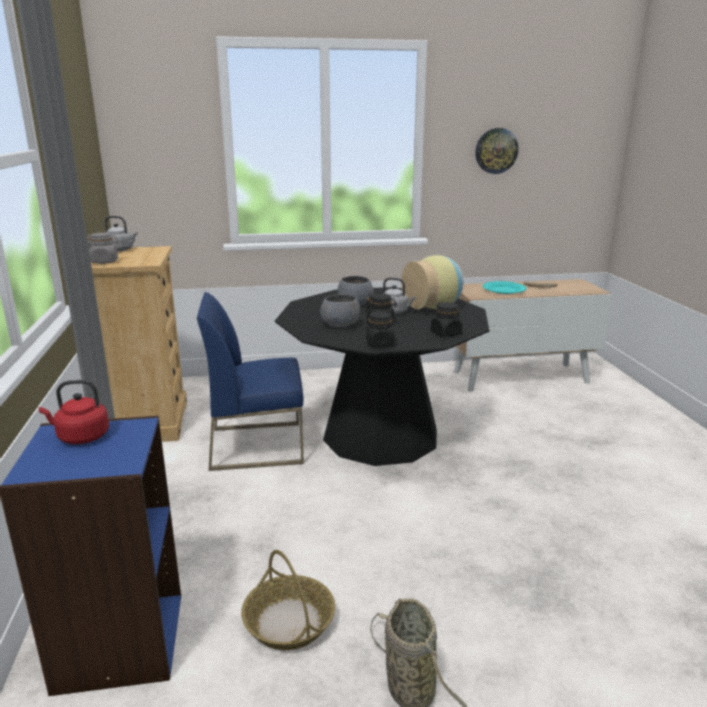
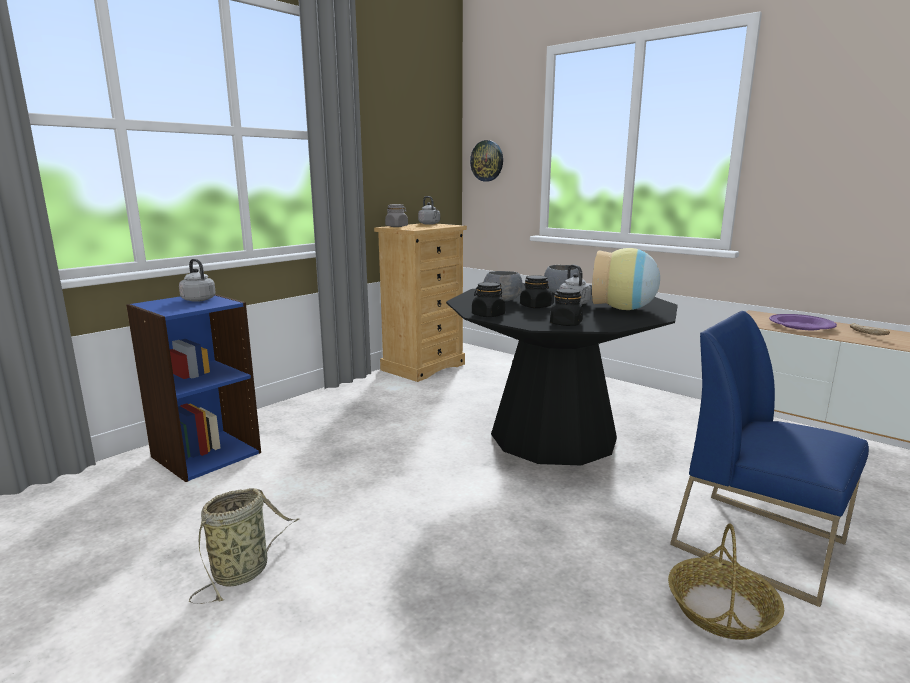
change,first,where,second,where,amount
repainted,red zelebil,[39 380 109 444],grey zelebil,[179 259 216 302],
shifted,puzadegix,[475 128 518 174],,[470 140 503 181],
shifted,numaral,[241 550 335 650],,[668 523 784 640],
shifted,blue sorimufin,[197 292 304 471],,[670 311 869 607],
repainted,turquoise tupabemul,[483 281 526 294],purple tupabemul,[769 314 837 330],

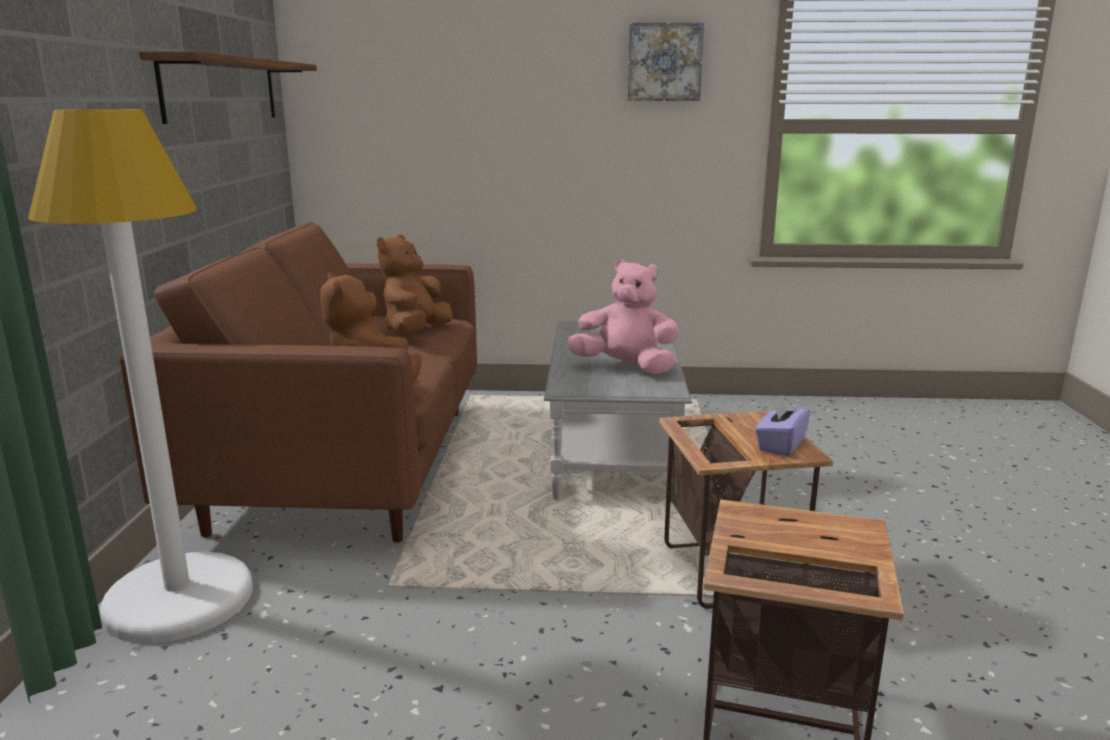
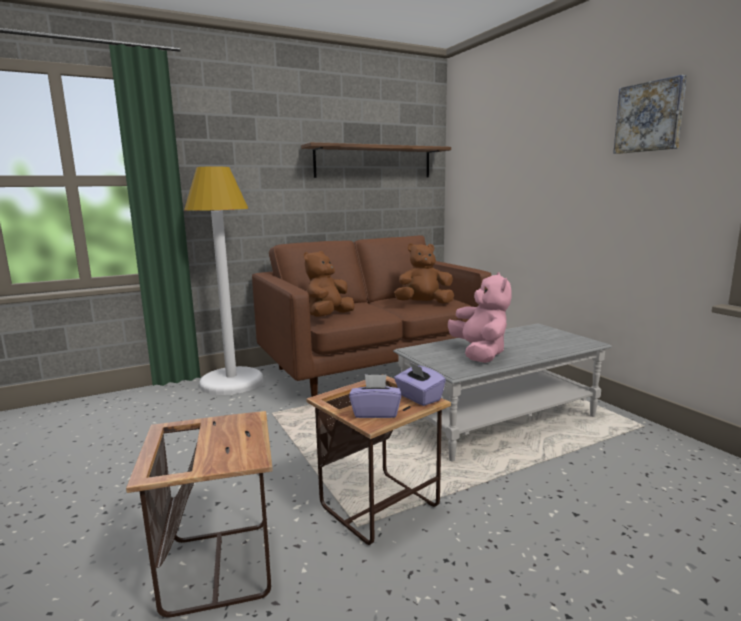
change,first,where,second,where,amount
new,,,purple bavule,[394 361 446 406],

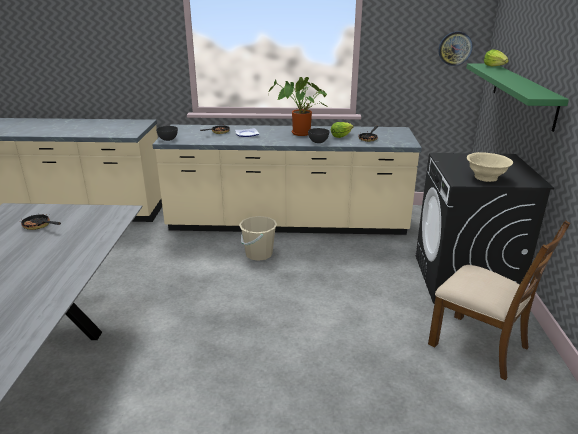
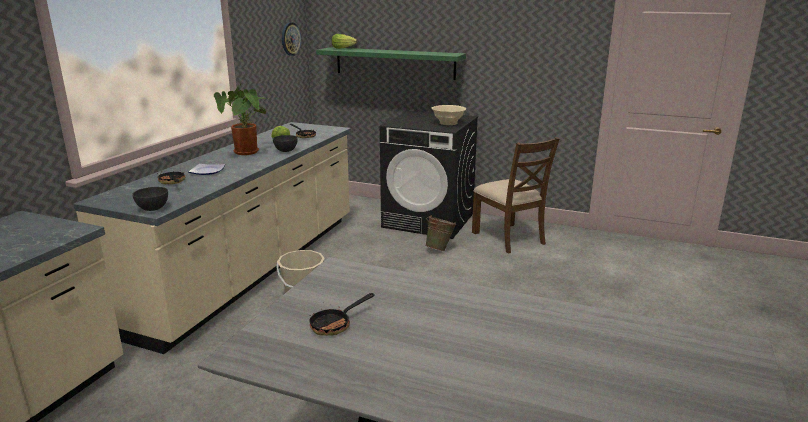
change,first,where,second,where,amount
new,,,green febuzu,[425 215 457 251],
rotated,brown sorimufin,[428 220 571 380],,[472 137 559 253],90 degrees clockwise

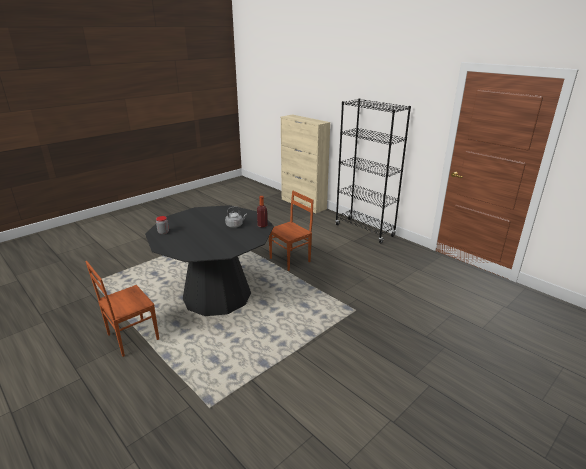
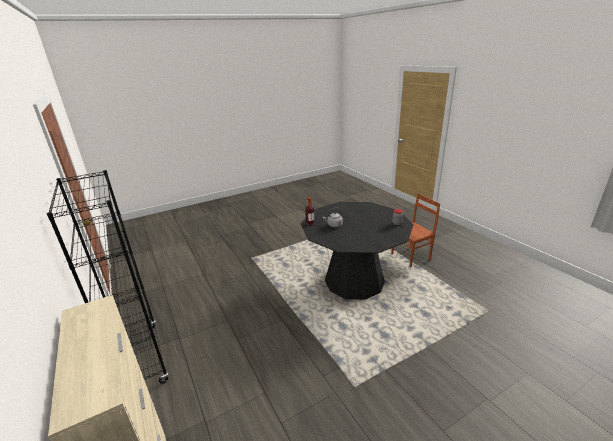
change,first,where,second,where,amount
gone,brown sorimufin,[269 191 314 271],,,

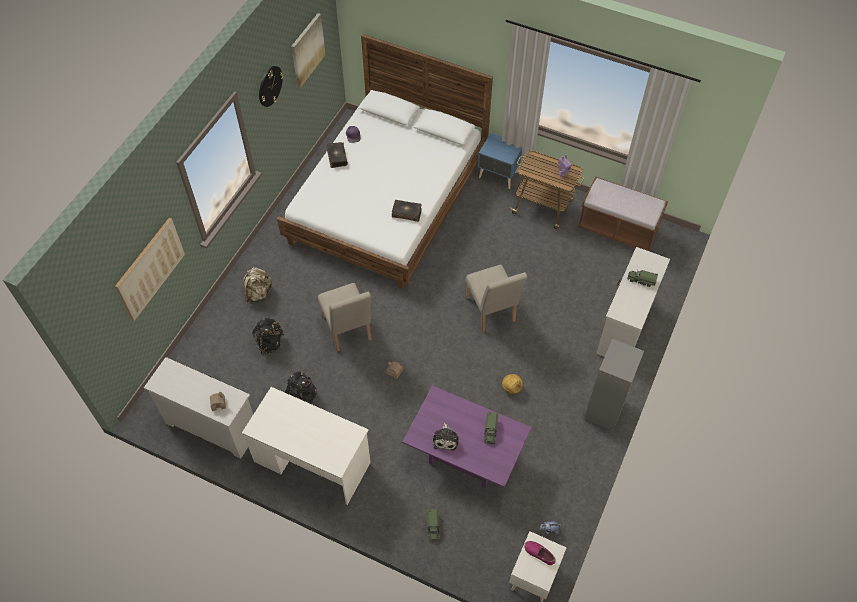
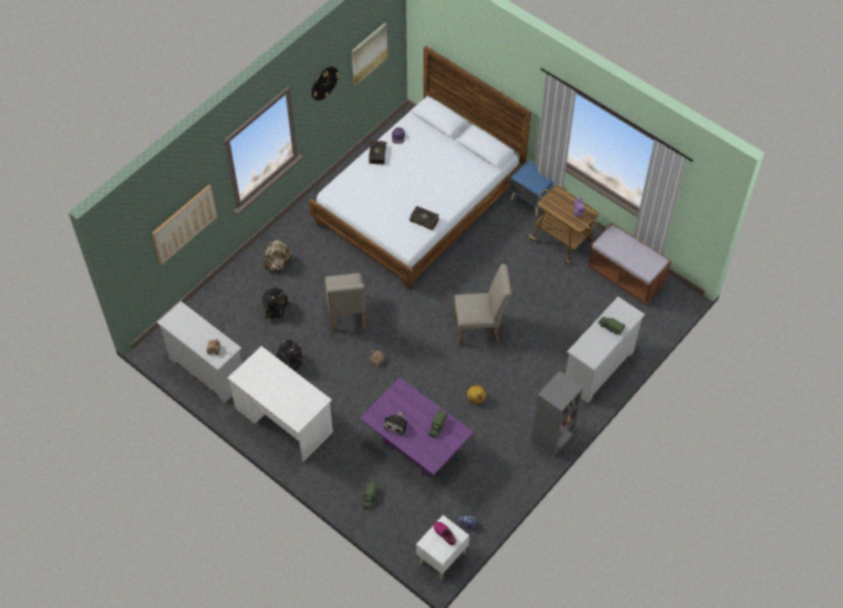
change,first,where,second,where,amount
rotated,beige sorimufin,[466 265 527 332],,[454 264 512 344],90 degrees counterclockwise

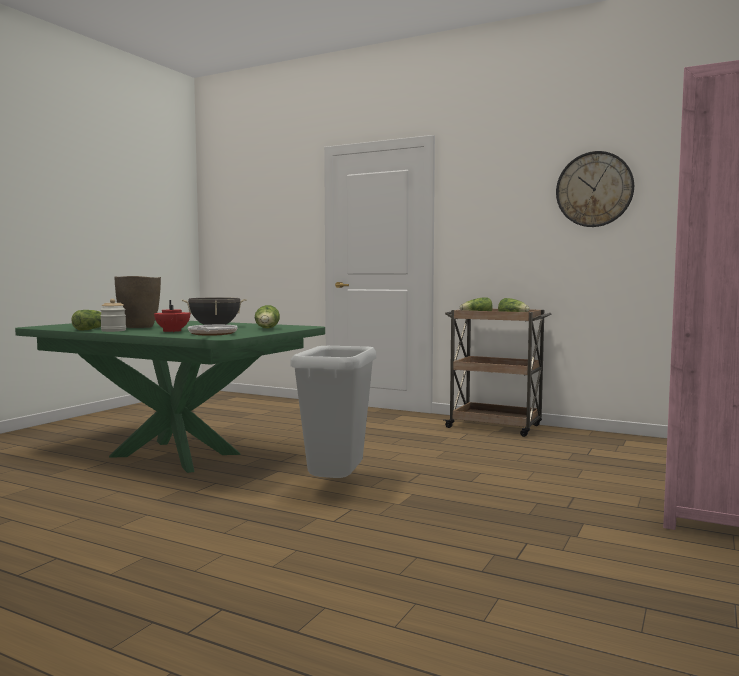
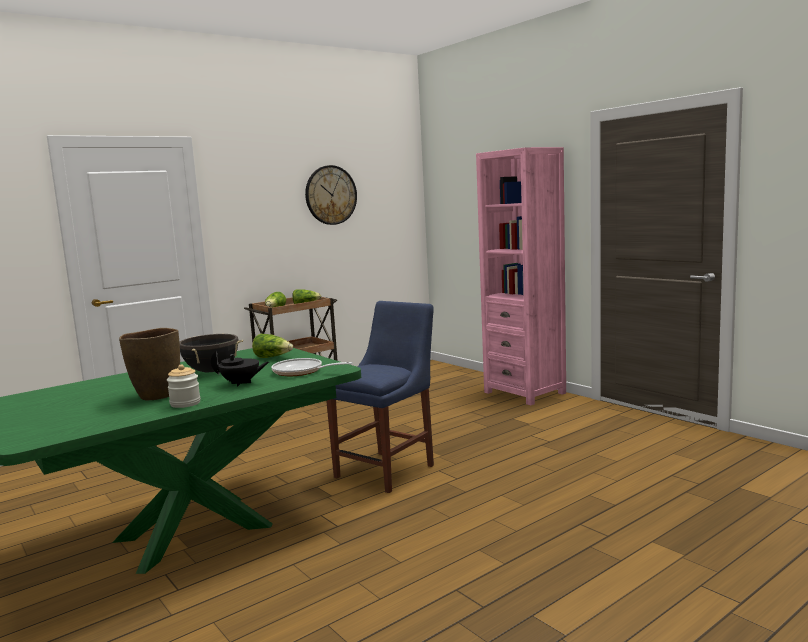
change,first,where,second,where,amount
repainted,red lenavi,[154 300 190 332],black lenavi,[211 350 269 386],
swapped,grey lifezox,[291 346 376 478],blue sorimufin,[326 301 434 493],
gone,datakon,[71 310 101 330],,,

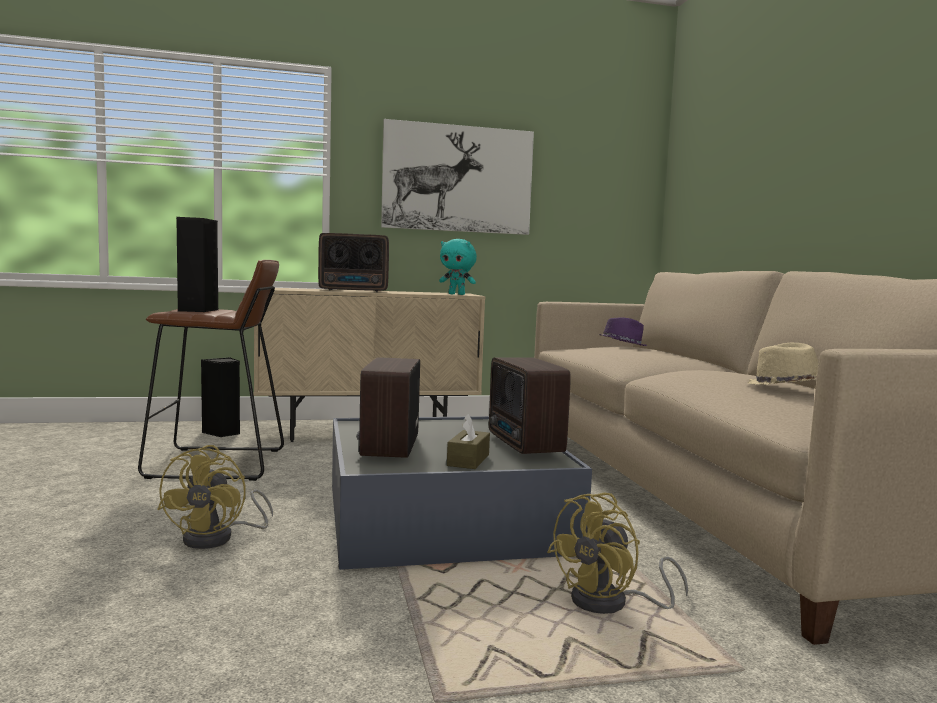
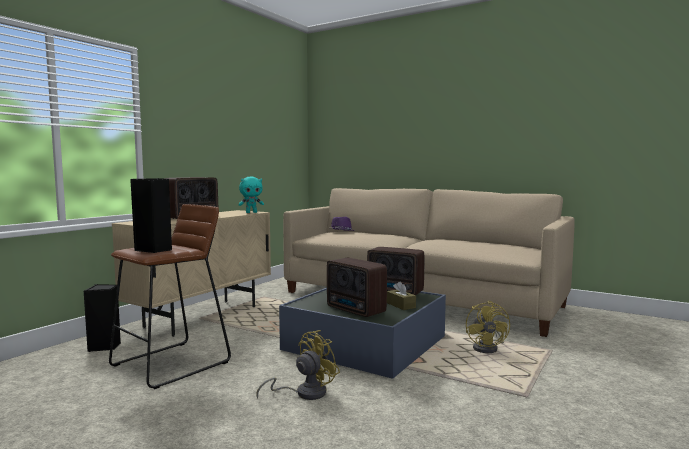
change,first,where,second,where,amount
rotated,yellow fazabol,[157 445 273 549],,[257 330 340 400],90 degrees counterclockwise
gone,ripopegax,[381 119 534 235],,,
gone,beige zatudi,[747 343 819 385],,,

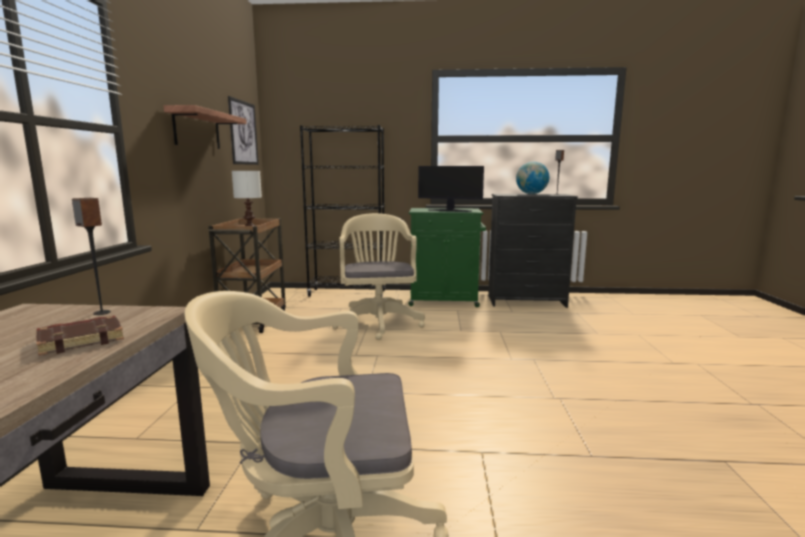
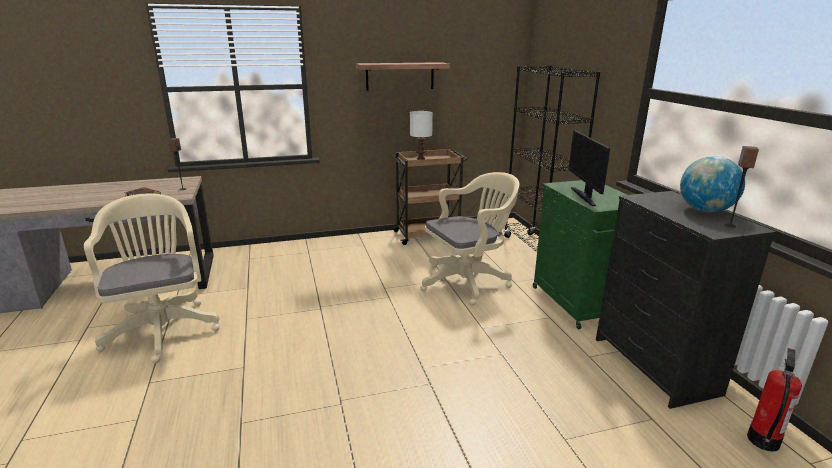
change,first,where,second,where,amount
new,,,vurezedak,[747 348 802 451],
gone,ripopegax,[228 96 259 165],,,

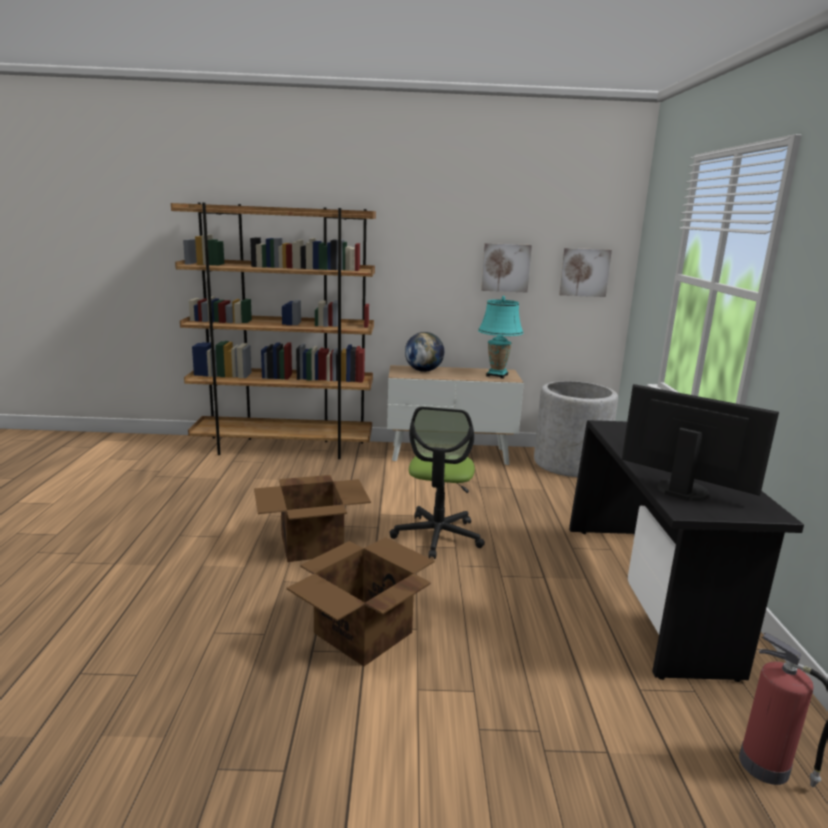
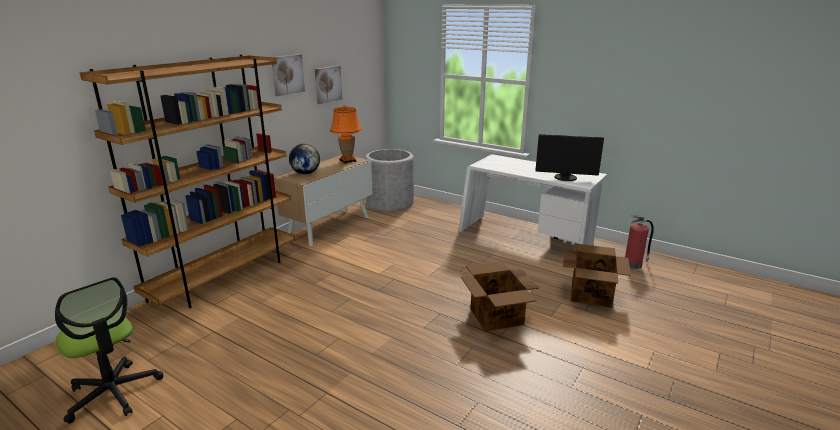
change,first,where,second,where,amount
shifted,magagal,[389 406 485 559],,[55 277 163 424],
shifted,ripopegax,[559 248 612 297],,[272 54 305 96],
repainted,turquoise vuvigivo,[478 296 524 379],orange vuvigivo,[330 105 362 164],
repainted,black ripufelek,[569 420 804 682],white ripufelek,[458 154 607 246],
rotated,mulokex,[622 384 779 501],,[535 134 604 181],150 degrees counterclockwise
shifted,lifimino,[254 475 371 562],,[563 244 631 308],

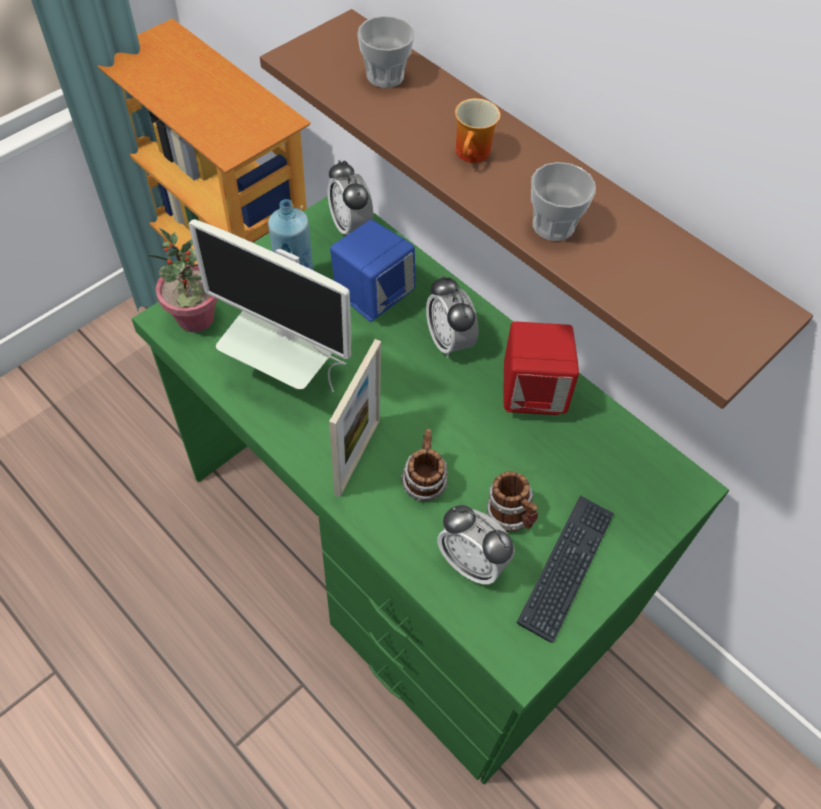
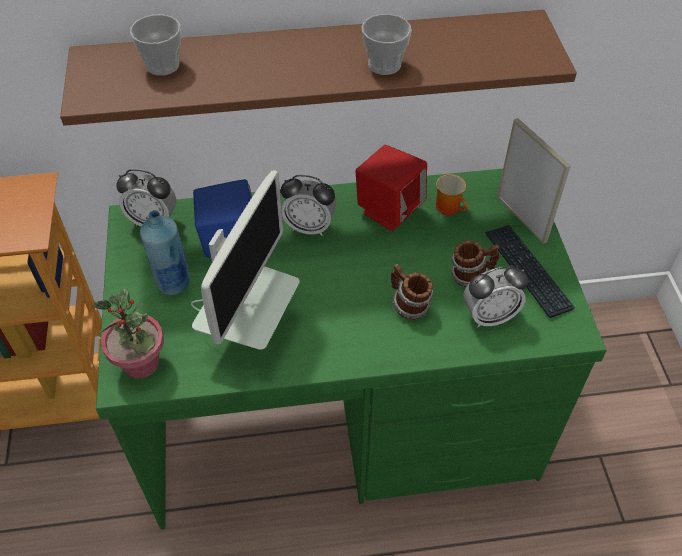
change,first,where,second,where,amount
rotated,mulokex,[189 219 351 392],,[191 170 300 350],45 degrees counterclockwise
shifted,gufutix,[455 98 500 163],,[436 174 467 215],
shifted,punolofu,[329 339 381 497],,[497 118 571 244],

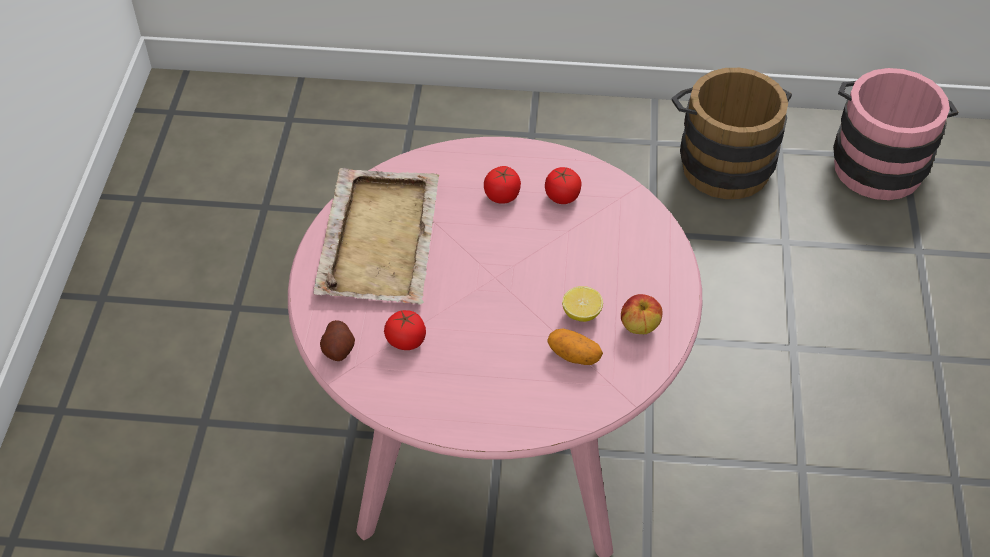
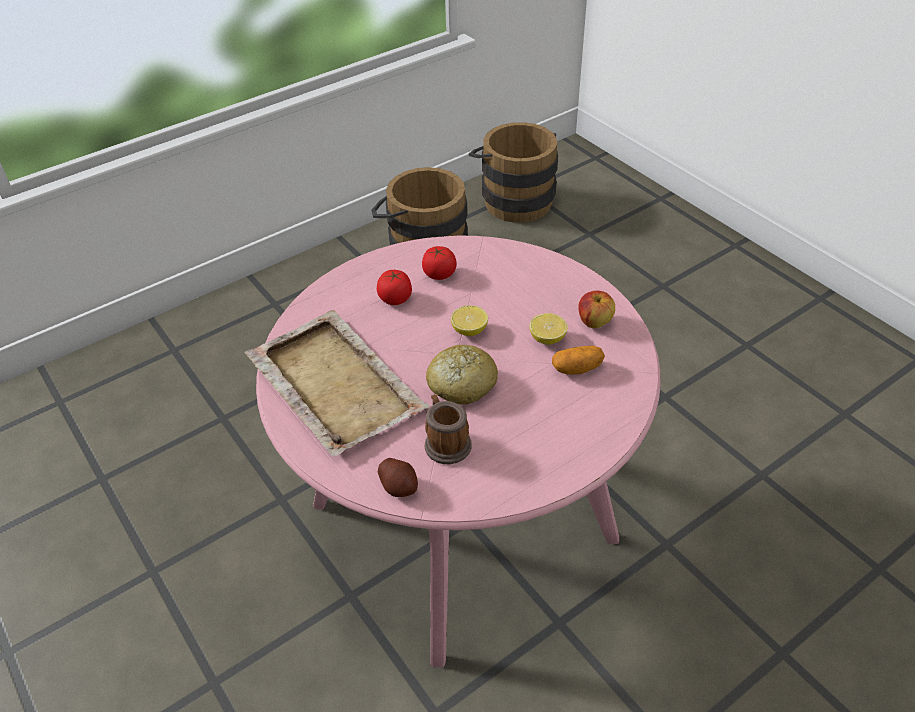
change,first,where,second,where,amount
swapped,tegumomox,[384 310 426 350],gufutix,[425 394 472 464],
new,,,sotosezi,[426 345 498 405],
new,,,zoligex,[451 305 488 336],
repainted,pink febuzu,[833 68 958 200],brown febuzu,[469 122 558 223],

